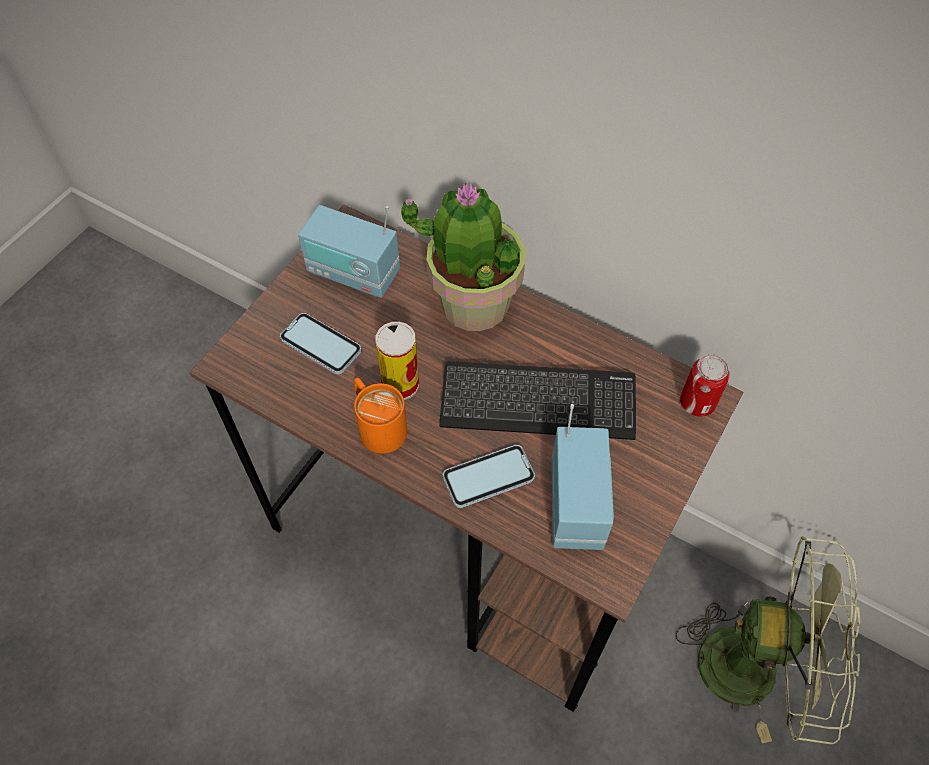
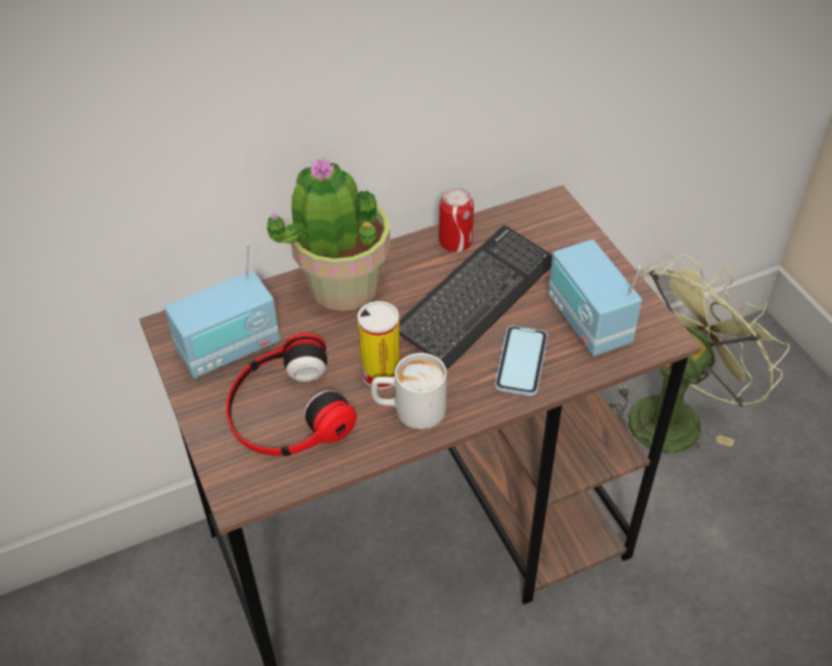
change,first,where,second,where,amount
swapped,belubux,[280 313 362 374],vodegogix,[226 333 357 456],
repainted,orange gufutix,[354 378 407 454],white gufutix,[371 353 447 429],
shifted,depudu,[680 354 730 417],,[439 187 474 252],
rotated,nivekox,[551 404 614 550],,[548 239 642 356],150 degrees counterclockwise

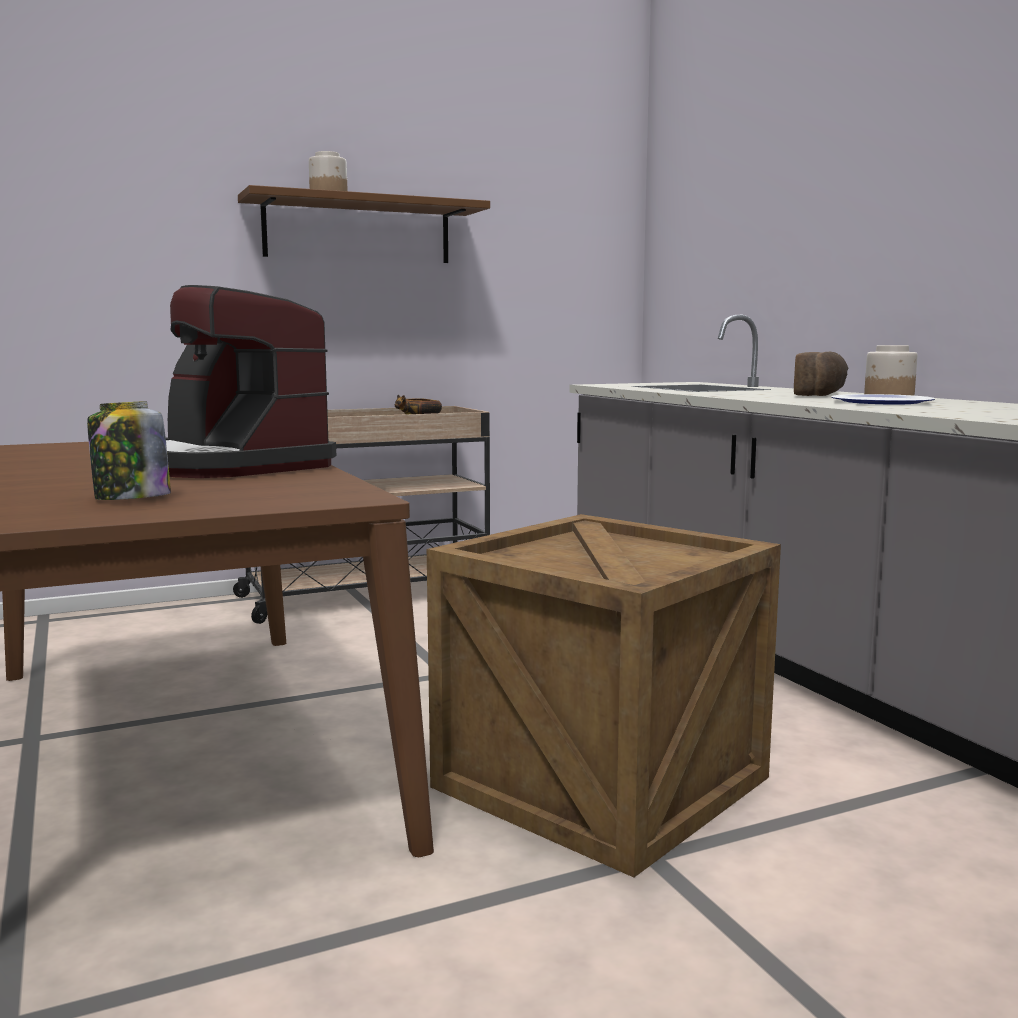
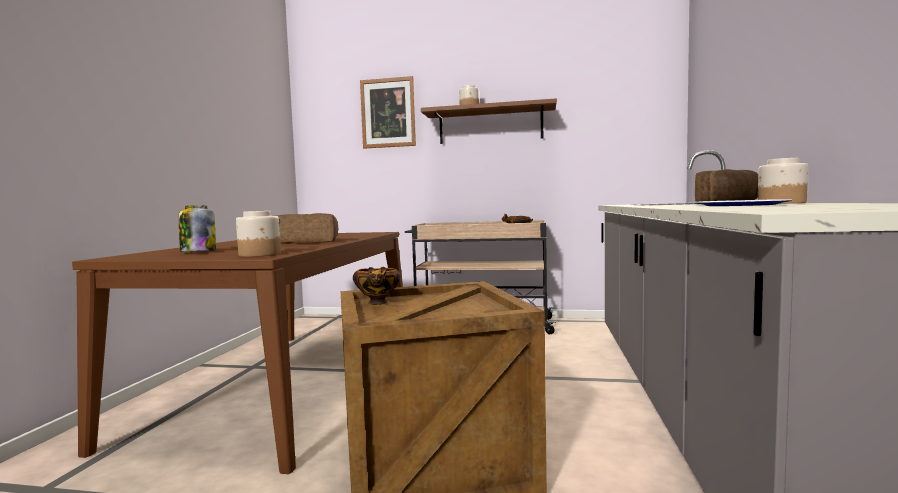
change,first,where,second,where,amount
new,,,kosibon,[236 211 281 257],
swapped,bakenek,[166 285 336 478],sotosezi,[276 213 338 244],
new,,,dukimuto,[353 267 400 305],
new,,,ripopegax,[360 76 416 149],

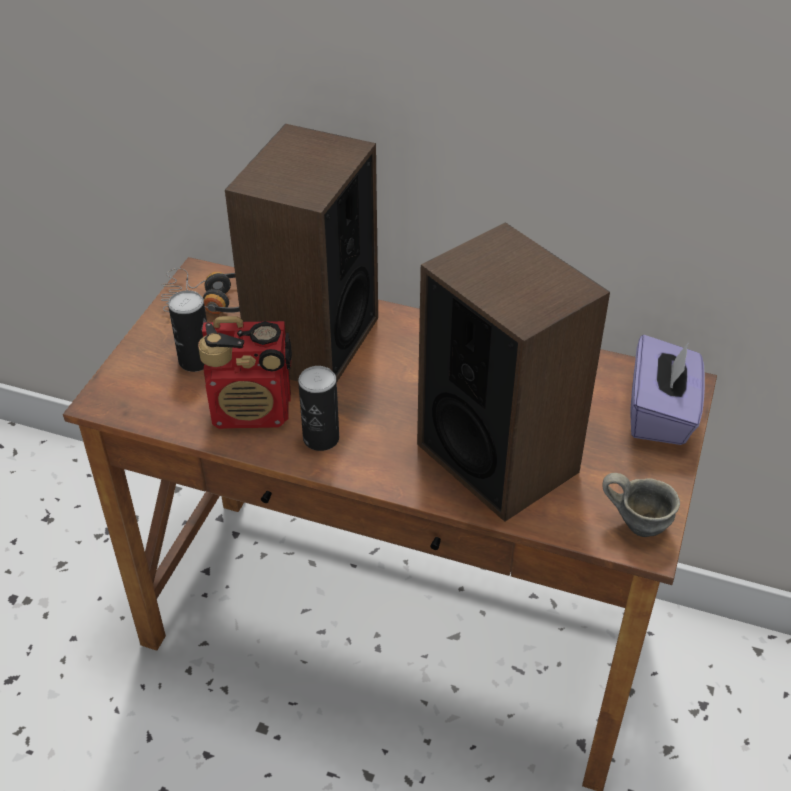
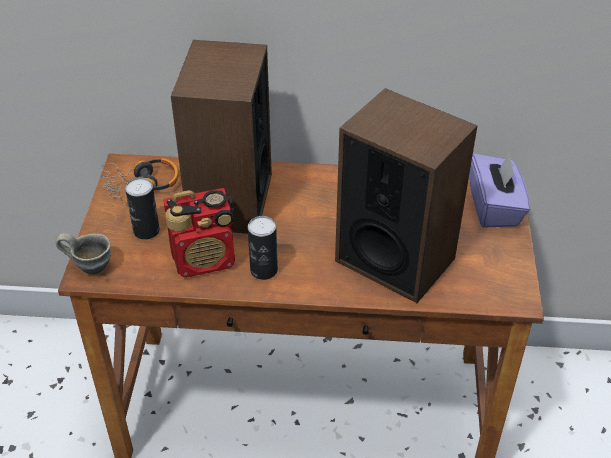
change,first,where,second,where,amount
shifted,grey gufutix,[603 473 680 537],,[55 233 111 274],

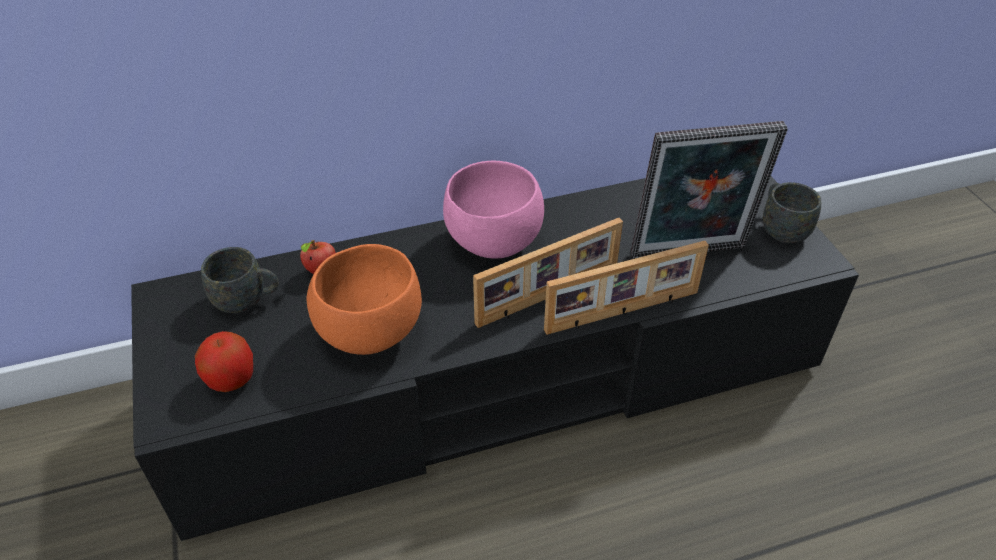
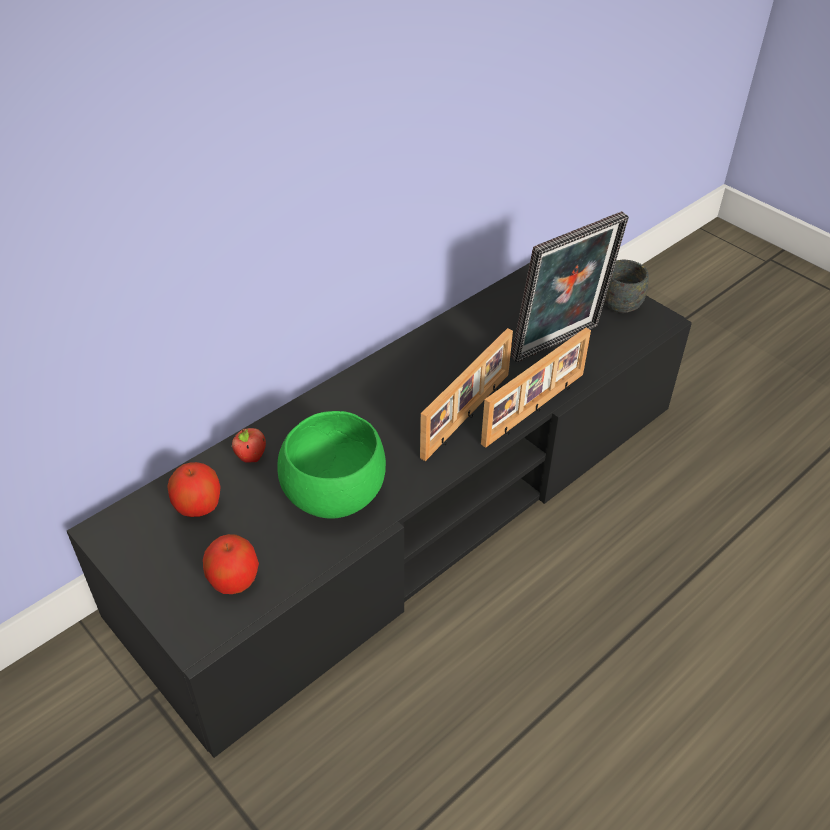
change,first,where,second,where,amount
swapped,grey gufutix,[201 247 279 313],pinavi,[167 462 221 517],
repainted,orange dukimuto,[307 244 422 355],green dukimuto,[277 411 386 519],
gone,pink dukimuto,[443 161 544 258],,,

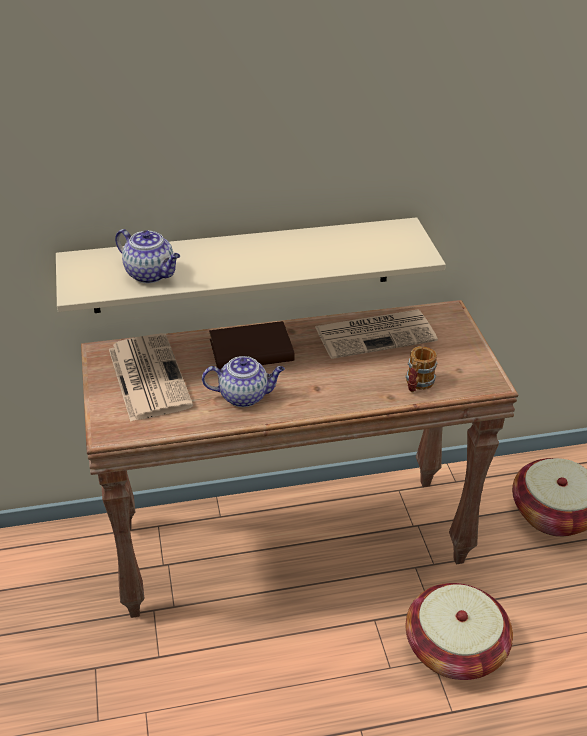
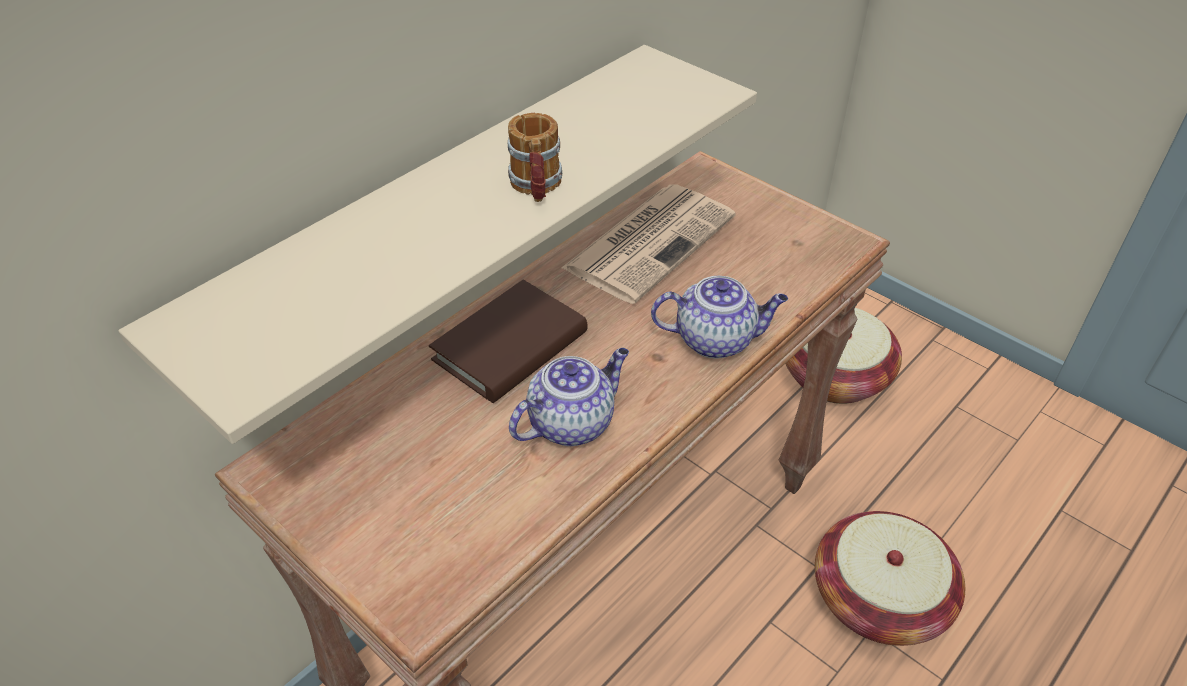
change,first,where,second,where,amount
shifted,gufutix,[405 346 438 393],,[507 113 562 202],
shifted,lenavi,[115 229 180 283],,[651 276 788 359],
gone,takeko,[109 333 193 422],,,

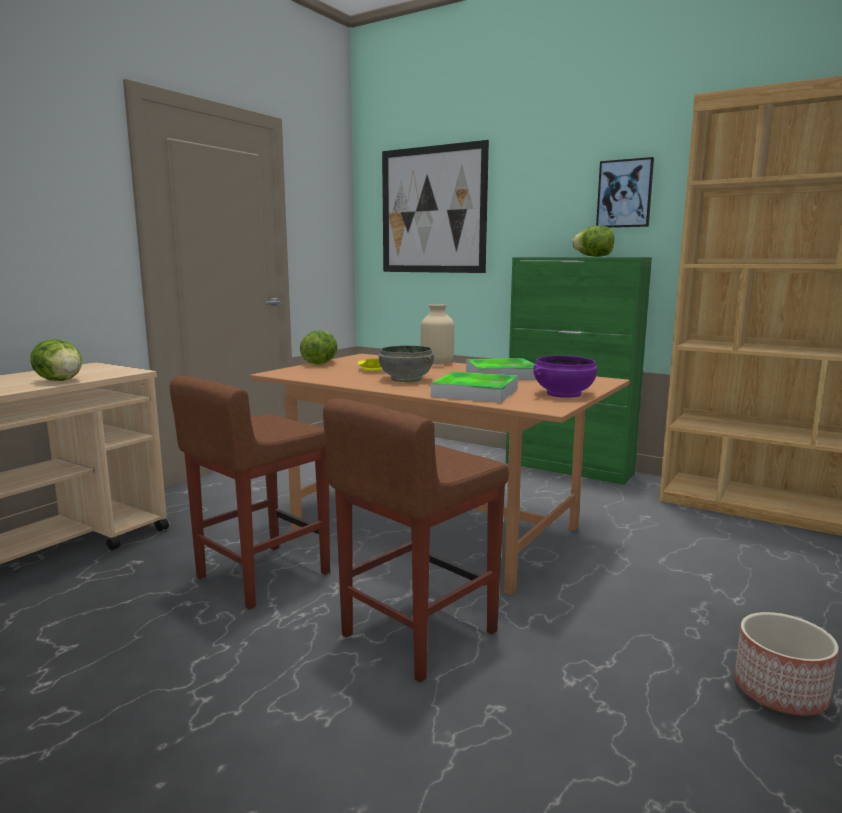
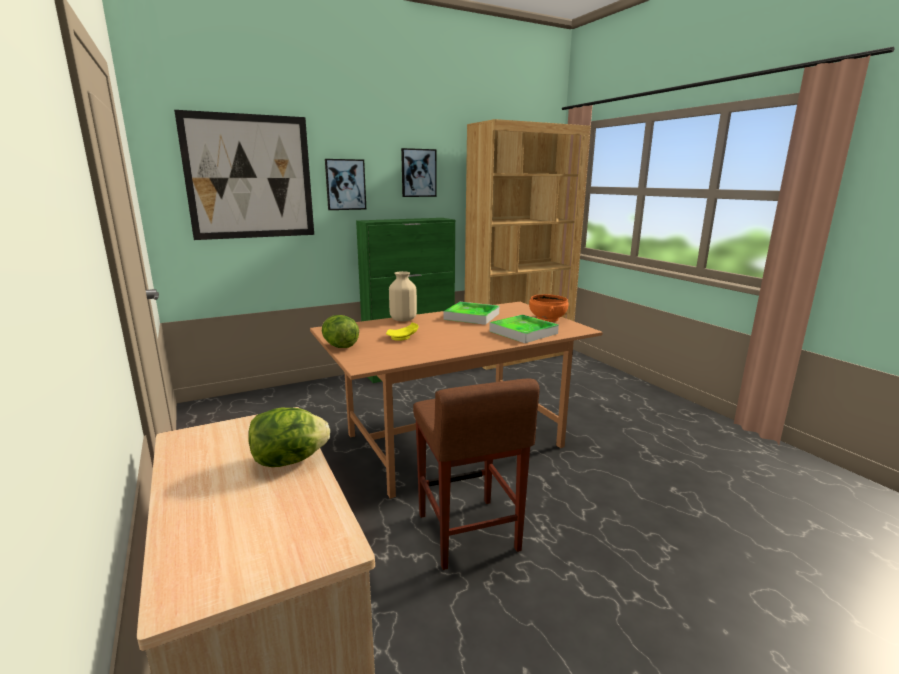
change,first,where,second,where,amount
new,,,ripopegax,[325 159 366 210],
repainted,purple dukimuto,[534 355 597 398],orange dukimuto,[529 294 569 322],
gone,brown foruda,[323 398 509 683],,,
gone,grey dukimuto,[379 345 434 382],,,
gone,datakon,[572 226 614 257],,,
gone,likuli,[735 612 839 716],,,

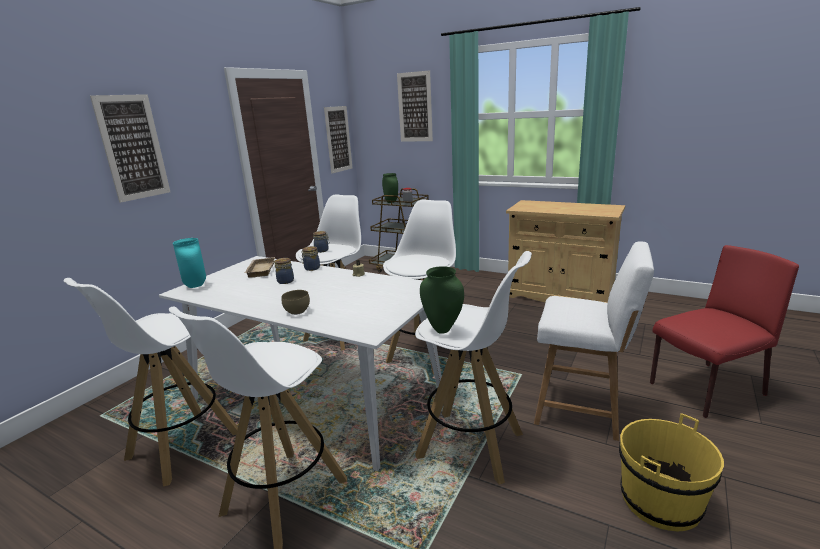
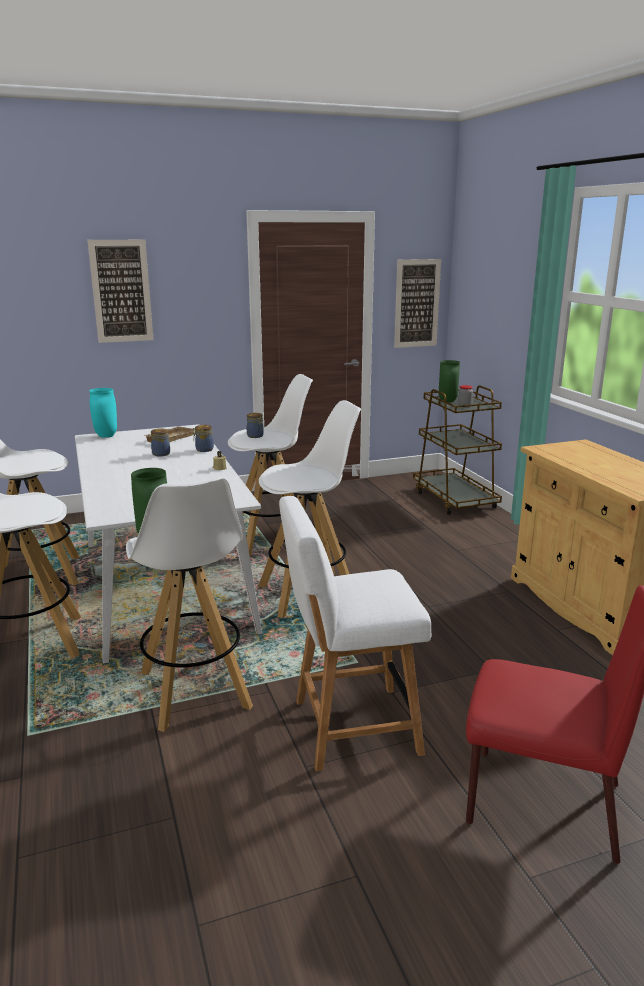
change,first,where,second,where,amount
rotated,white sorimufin,[534 241 654 441],,[279 496 431 771],105 degrees clockwise
gone,brown dukimuto,[281 290 310 315],,,
gone,ripopegax,[397 70 433 142],,,
gone,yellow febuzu,[619 413 724 532],,,

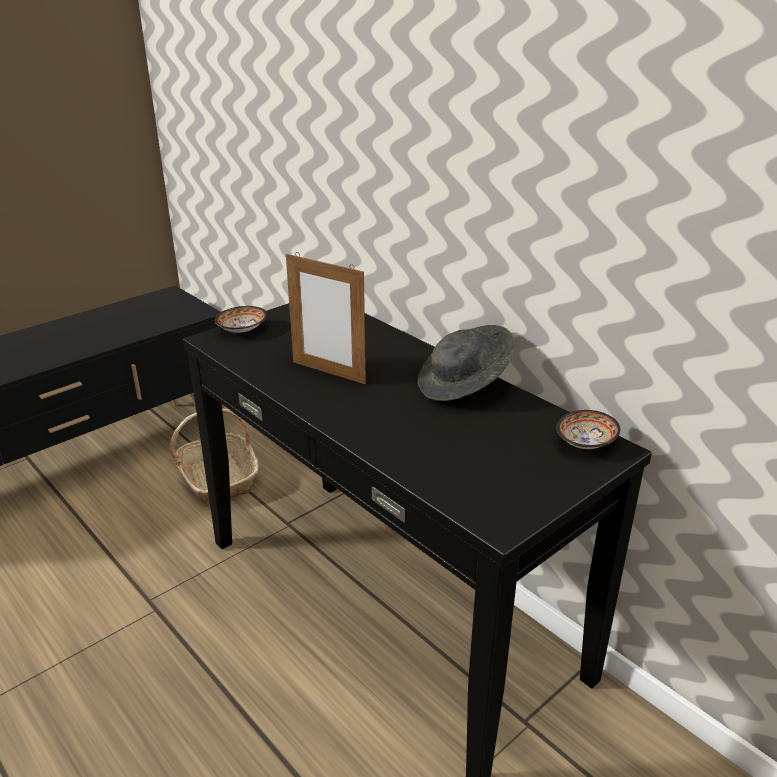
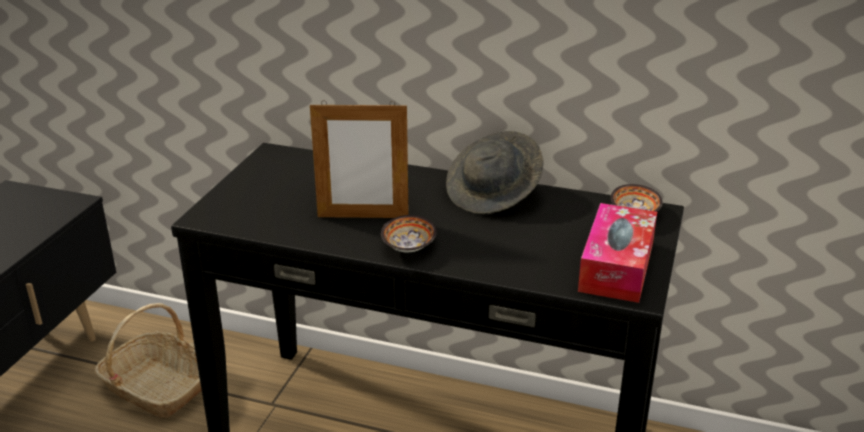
change,first,where,second,where,amount
shifted,dukimuto,[215 306 267 333],,[381 215 437 252],
new,,,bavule,[578 203 657 303],

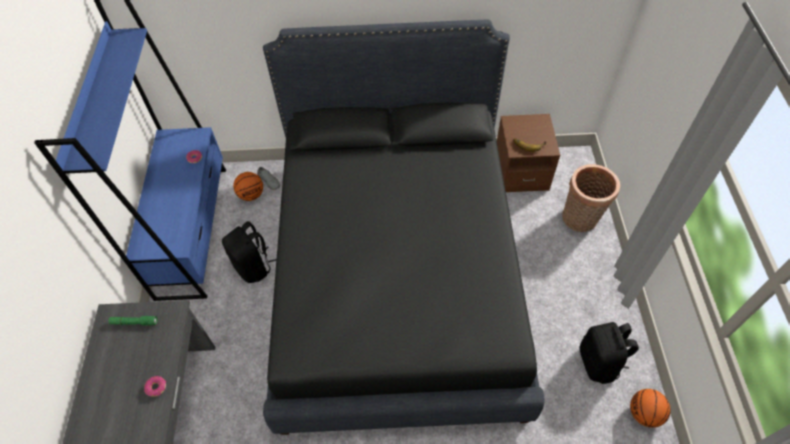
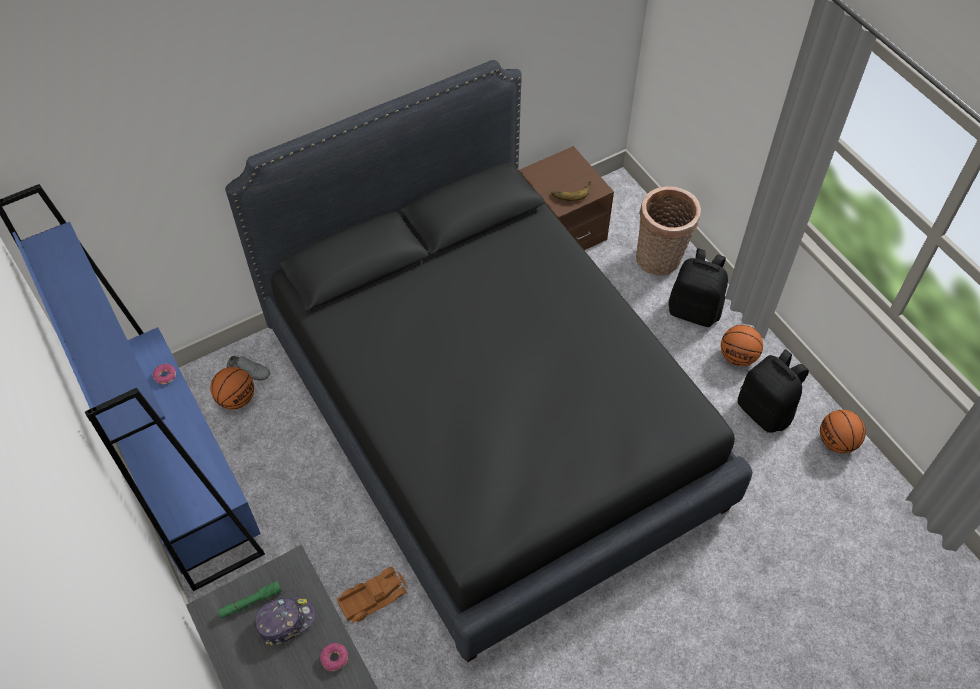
change,first,where,second,where,amount
new,,,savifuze,[255 596 316 646],
new,,,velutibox,[337 567 407 623],
shifted,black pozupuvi,[222 221 276 283],,[668 248 728 327],
new,,,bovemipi,[721 325 763 366],

